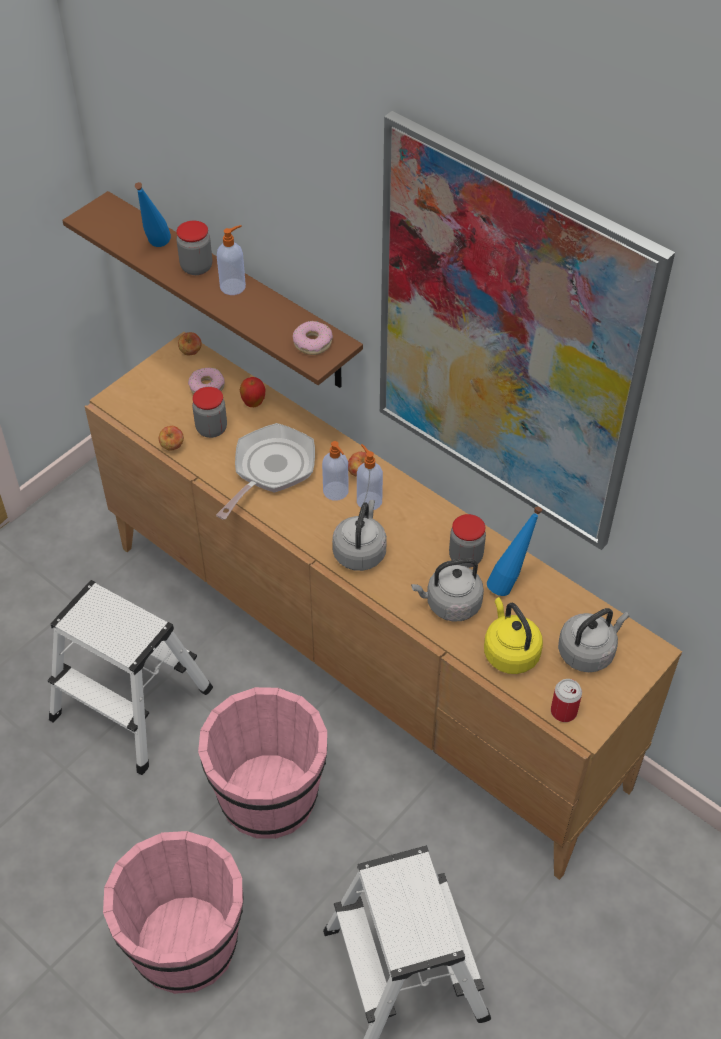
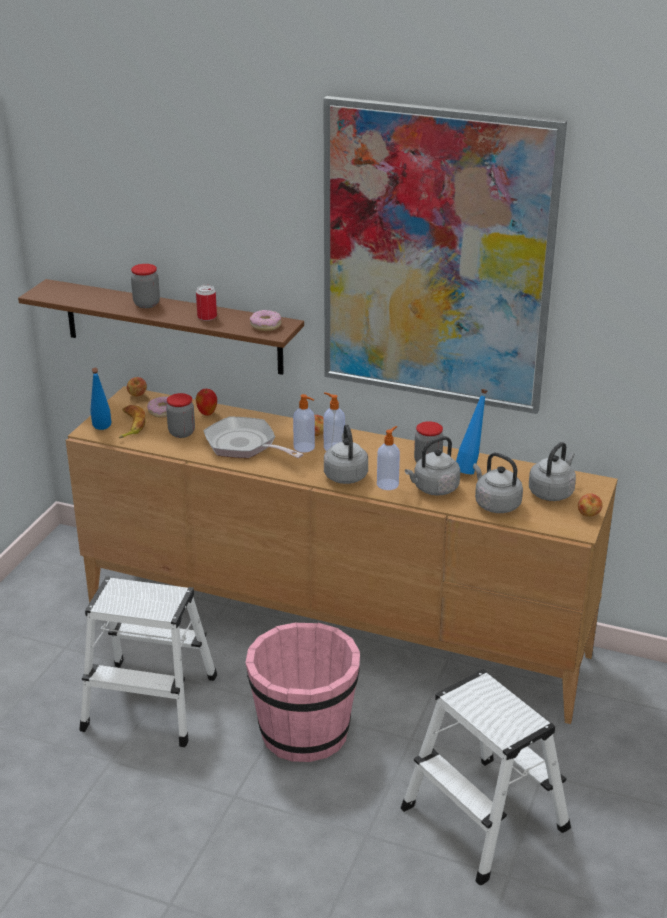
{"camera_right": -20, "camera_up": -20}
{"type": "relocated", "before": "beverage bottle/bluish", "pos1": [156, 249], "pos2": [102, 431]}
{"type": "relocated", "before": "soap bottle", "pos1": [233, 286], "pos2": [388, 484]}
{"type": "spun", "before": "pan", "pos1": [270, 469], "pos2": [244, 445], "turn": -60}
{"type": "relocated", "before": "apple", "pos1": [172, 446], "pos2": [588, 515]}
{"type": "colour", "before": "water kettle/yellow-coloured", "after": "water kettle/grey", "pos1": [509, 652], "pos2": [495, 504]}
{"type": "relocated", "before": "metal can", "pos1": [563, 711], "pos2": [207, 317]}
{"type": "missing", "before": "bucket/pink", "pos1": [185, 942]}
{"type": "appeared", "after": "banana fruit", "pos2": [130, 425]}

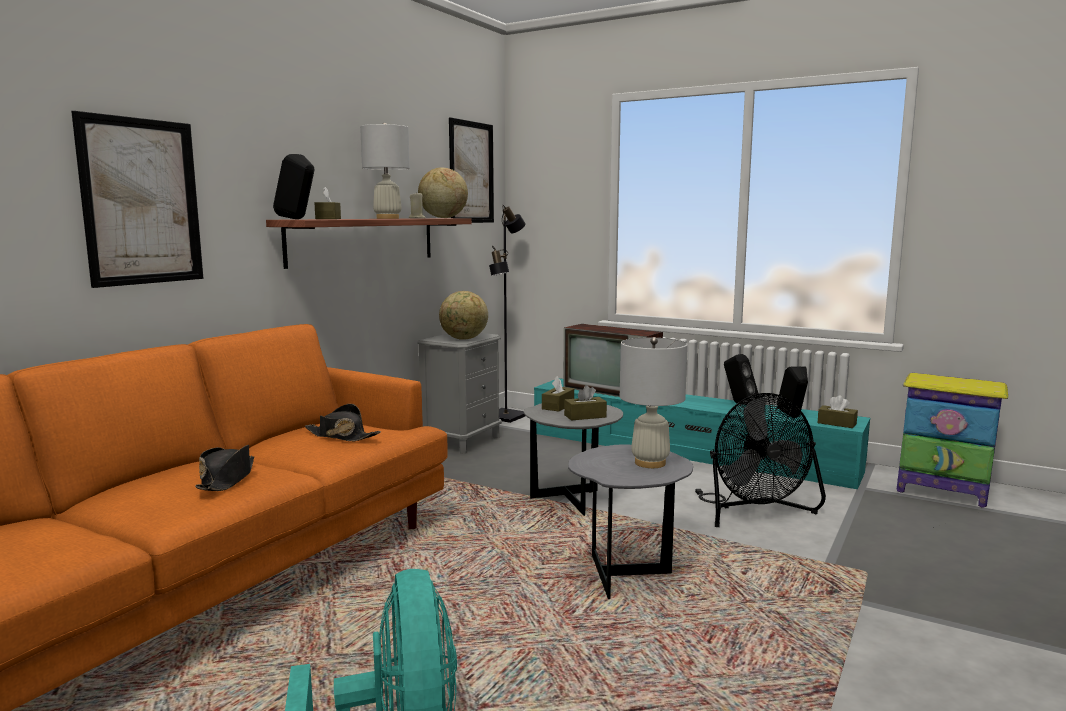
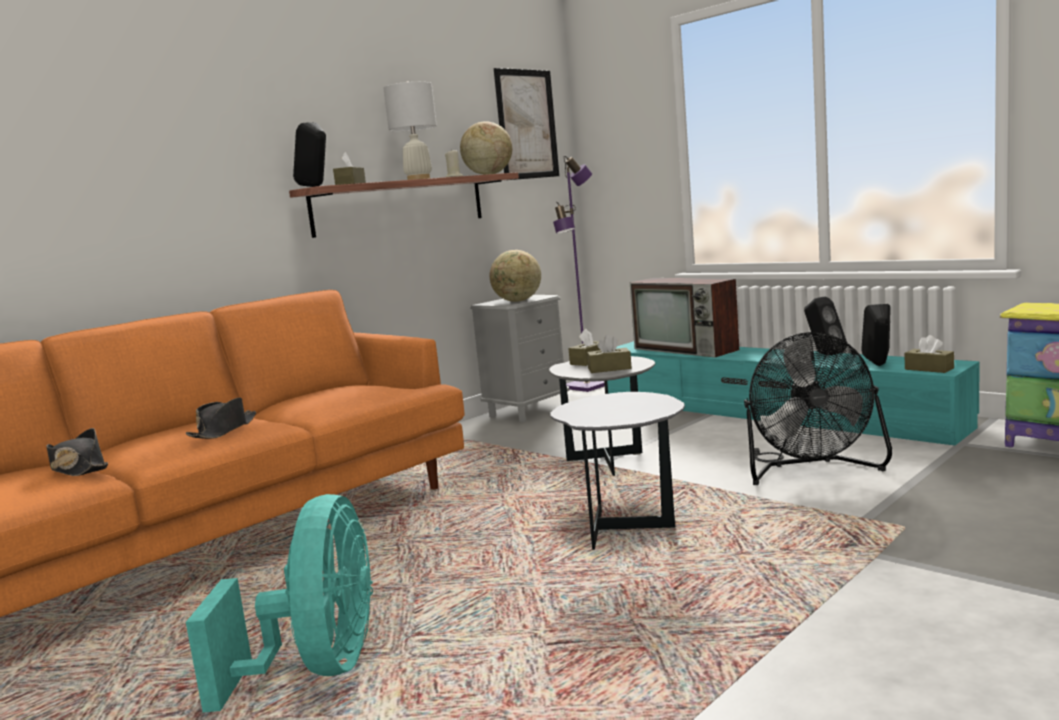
{"camera_right": 15, "camera_up": 0}
{"type": "missing", "before": "wall art", "pos1": [142, 202]}
{"type": "colour", "before": "floor lamp/black-coloured", "after": "floor lamp/purplish", "pos1": [505, 416], "pos2": [586, 386]}
{"type": "missing", "before": "lamp for a table/white", "pos1": [650, 463]}
{"type": "relocated", "before": "hat/black-coloured", "pos1": [341, 436], "pos2": [78, 469]}

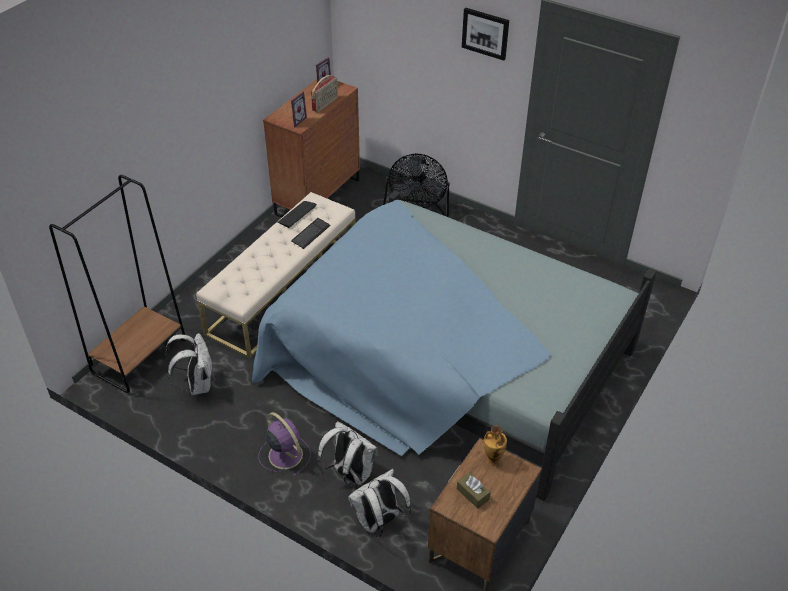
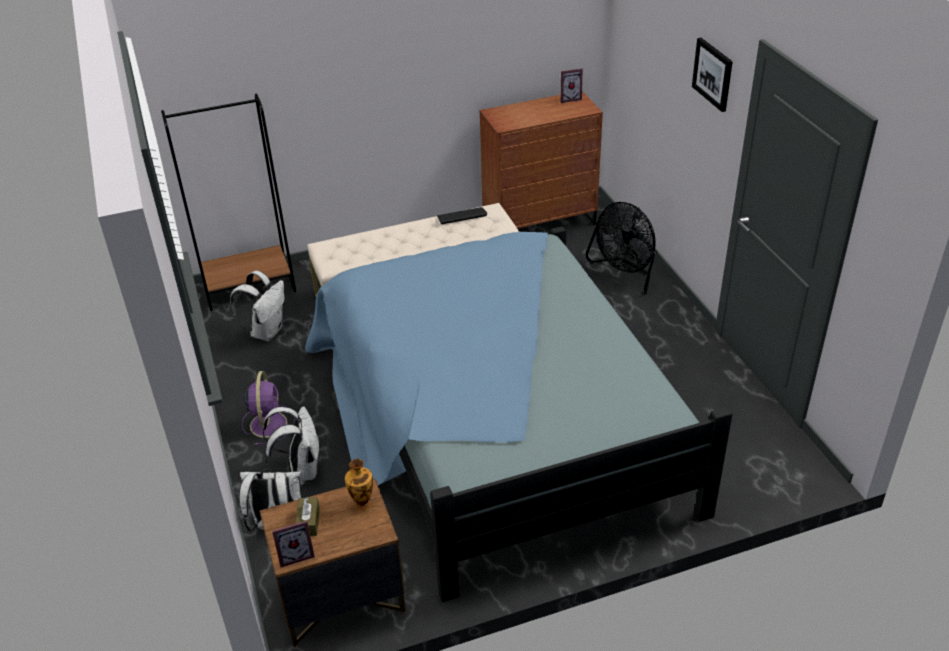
{"camera_right": 40, "camera_up": -5}
{"type": "missing", "before": "radio", "pos1": [325, 104]}
{"type": "relocated", "before": "picture frame", "pos1": [296, 121], "pos2": [295, 554]}
{"type": "missing", "before": "keyboard", "pos1": [311, 234]}

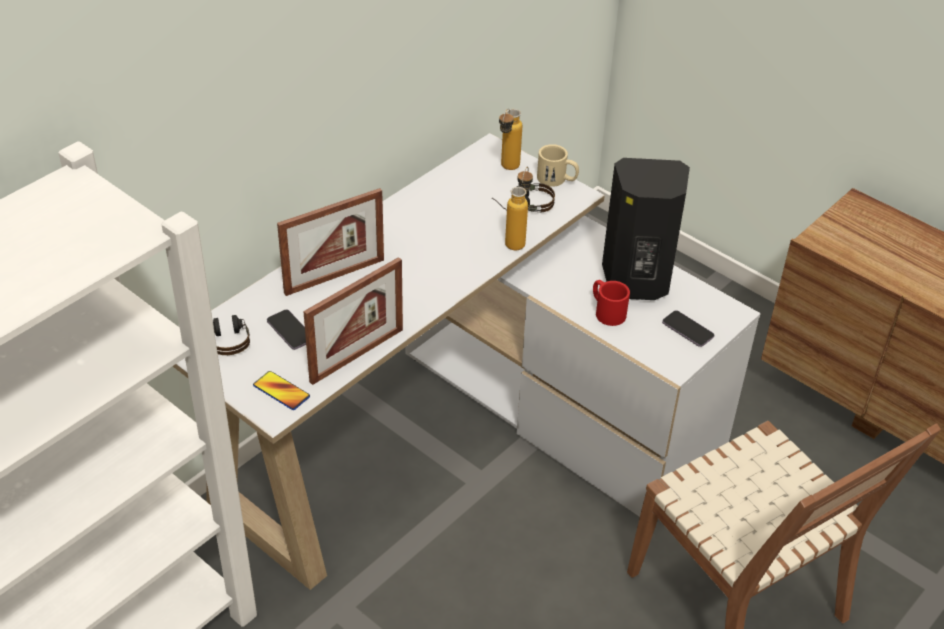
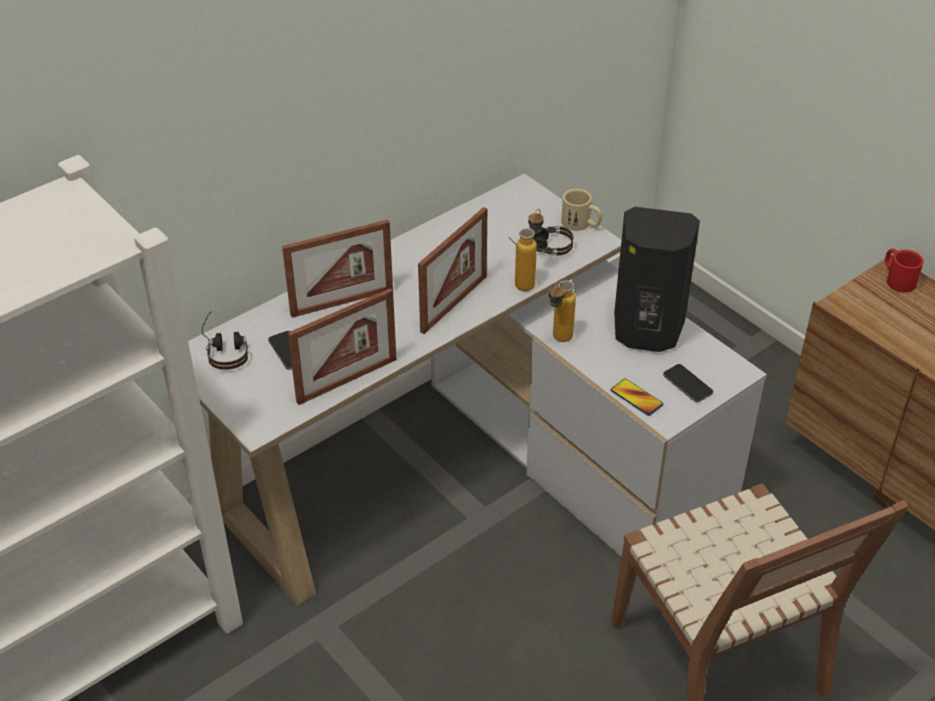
{"camera_right": 10, "camera_up": 0}
{"type": "relocated", "before": "beverage bottle", "pos1": [507, 169], "pos2": [558, 341]}
{"type": "relocated", "before": "tea mug/red-coloured", "pos1": [606, 311], "pos2": [897, 279]}
{"type": "relocated", "before": "phone", "pos1": [281, 391], "pos2": [636, 398]}
{"type": "appeared", "after": "picture frame", "pos2": [454, 304]}

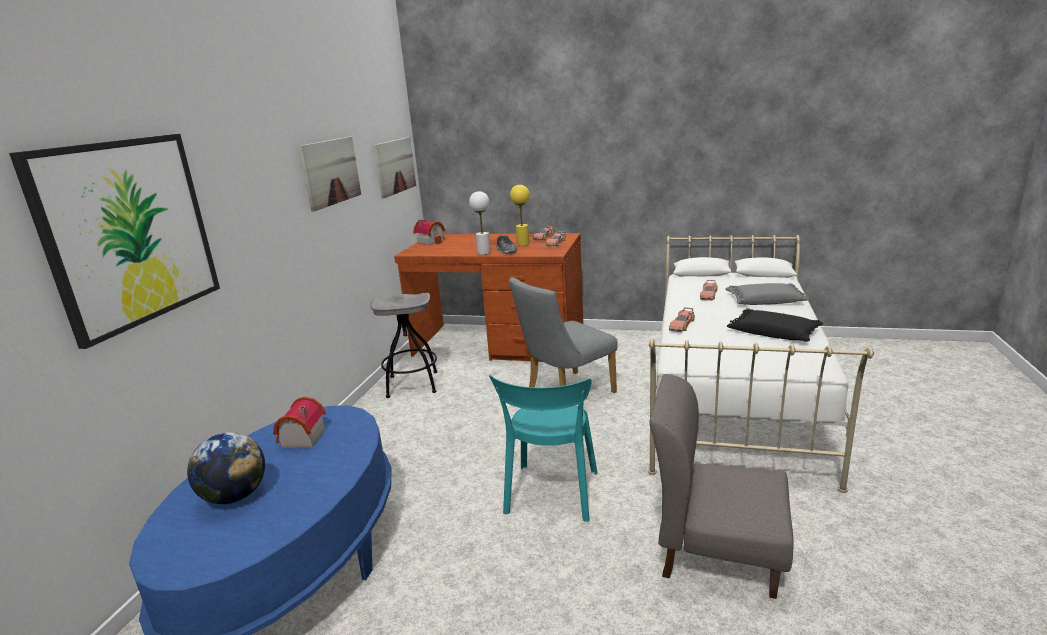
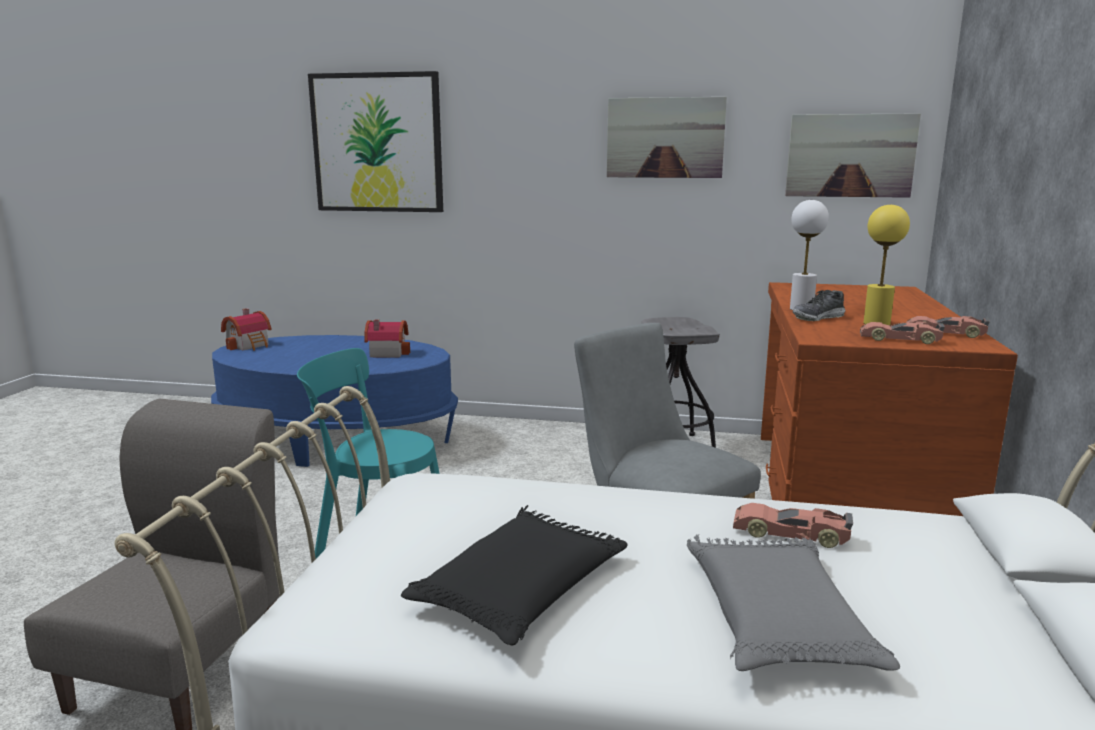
{"camera_right": 85, "camera_up": -5}
{"type": "relocated", "before": "toy house", "pos1": [431, 241], "pos2": [250, 345]}
{"type": "missing", "before": "model car", "pos1": [682, 325]}
{"type": "missing", "before": "world globe", "pos1": [235, 496]}

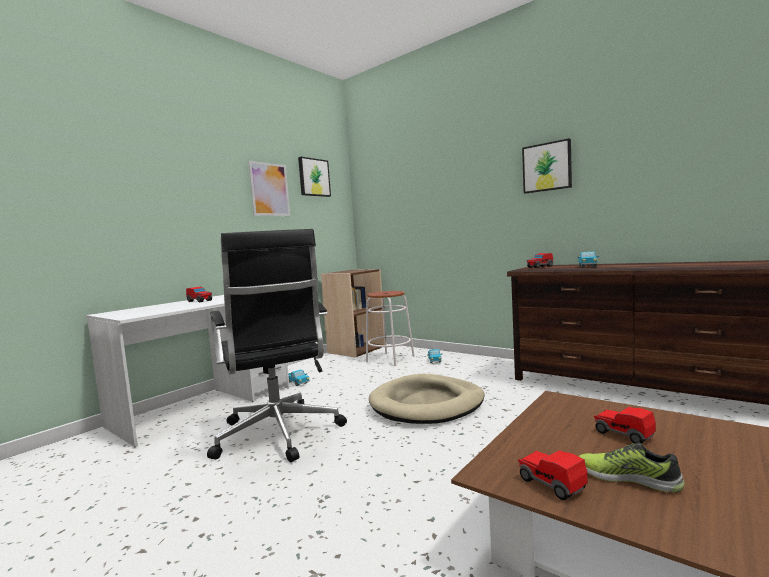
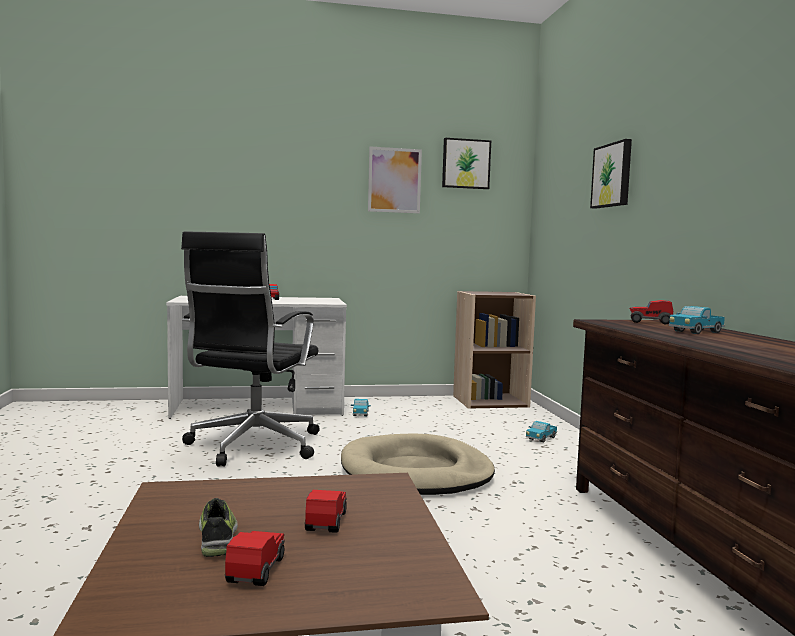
{"camera_right": 40, "camera_up": 0}
{"type": "relocated", "before": "wall art", "pos1": [547, 167], "pos2": [613, 175]}
{"type": "missing", "before": "sitting stool/white", "pos1": [390, 359]}
{"type": "relocated", "before": "model car", "pos1": [551, 484], "pos2": [256, 570]}

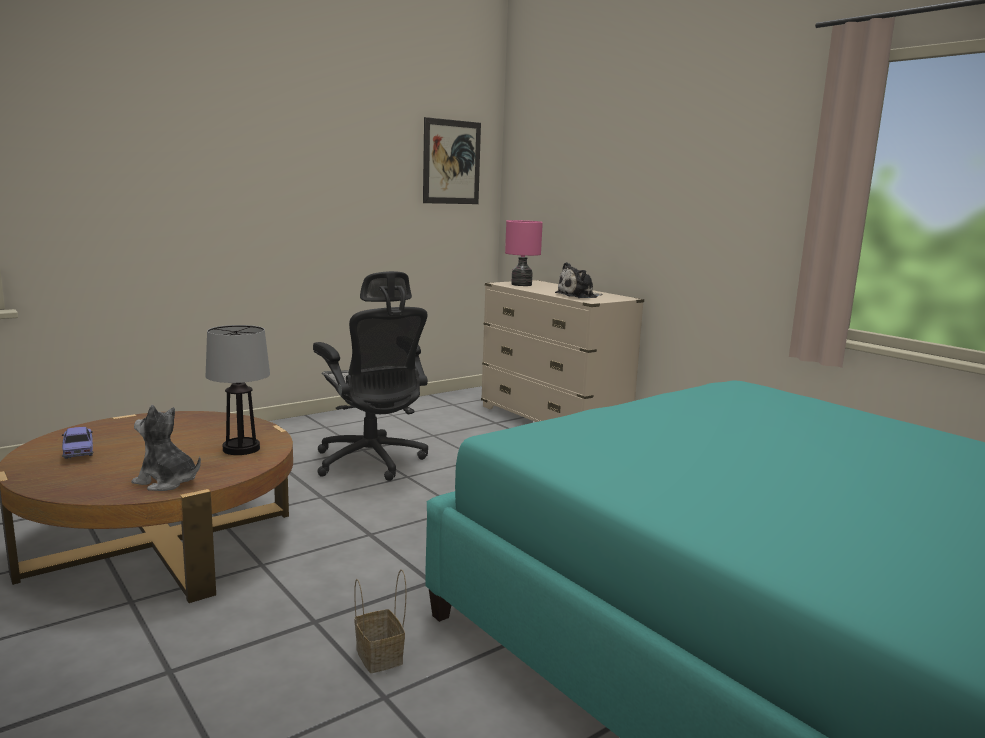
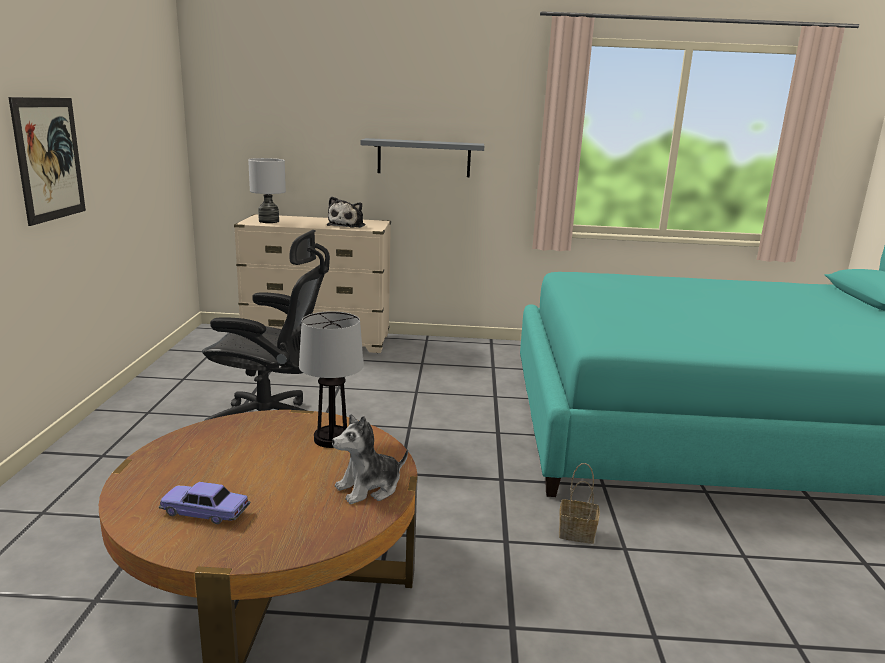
{"camera_right": -50, "camera_up": 5}
{"type": "relocated", "before": "wall art", "pos1": [451, 162], "pos2": [49, 159]}
{"type": "colour", "before": "lamp for a table/pink", "after": "lamp for a table/grey", "pos1": [521, 285], "pos2": [269, 221]}
{"type": "appeared", "after": "wall shelf/grey", "pos2": [424, 158]}

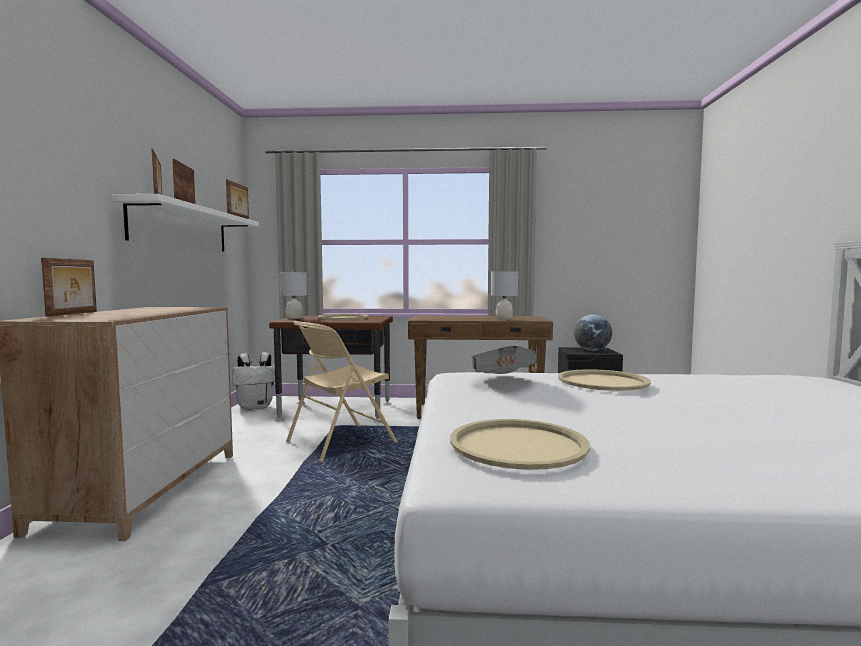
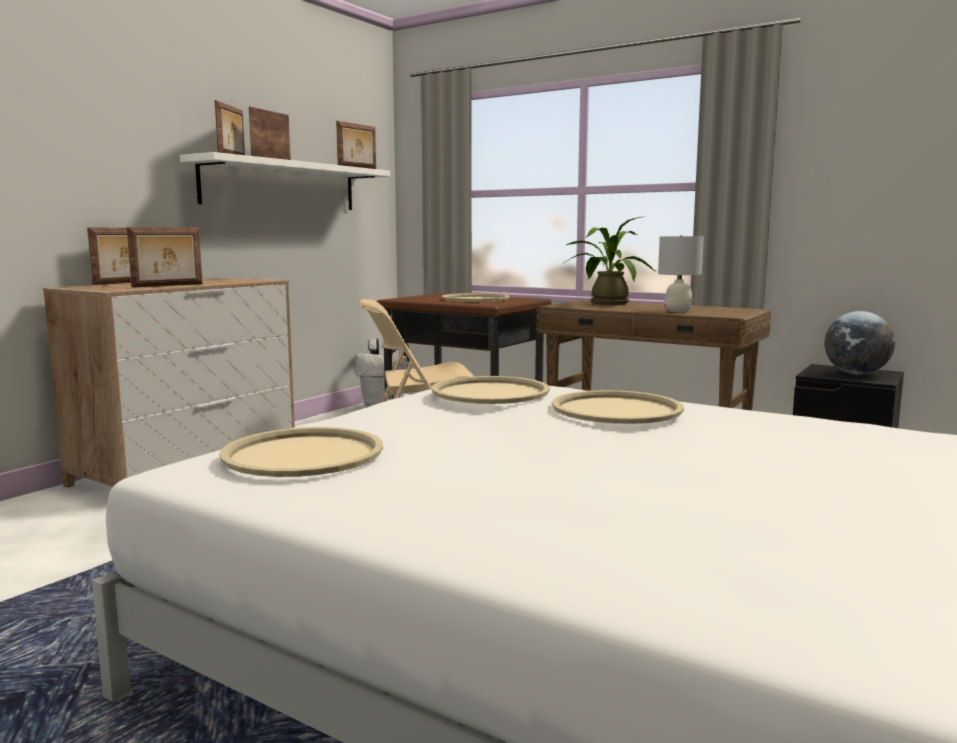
{"camera_right": 30, "camera_up": 5}
{"type": "missing", "before": "lamp for a table/grey", "pos1": [295, 318]}
{"type": "exchanged", "before": "newspaper", "after": "tray/sand-coloured", "pos1": [503, 380], "pos2": [490, 392]}
{"type": "appeared", "after": "potted plant", "pos2": [605, 303]}
{"type": "appeared", "after": "picture frame", "pos2": [168, 285]}

